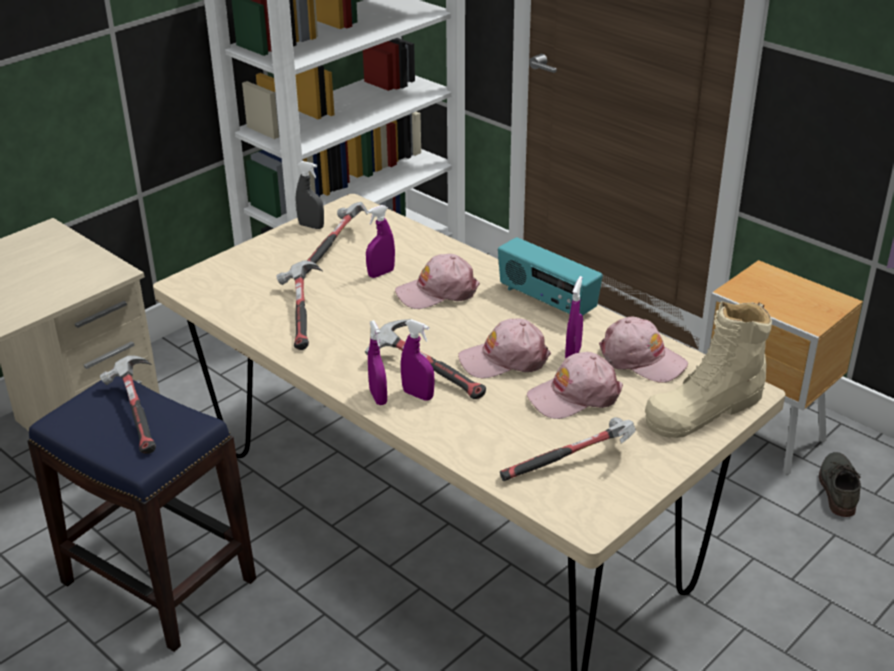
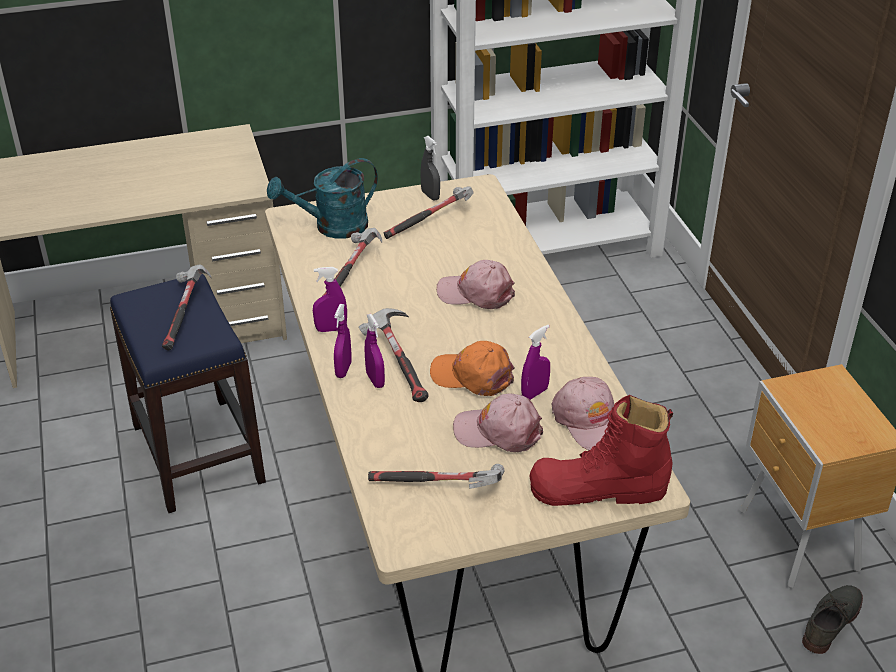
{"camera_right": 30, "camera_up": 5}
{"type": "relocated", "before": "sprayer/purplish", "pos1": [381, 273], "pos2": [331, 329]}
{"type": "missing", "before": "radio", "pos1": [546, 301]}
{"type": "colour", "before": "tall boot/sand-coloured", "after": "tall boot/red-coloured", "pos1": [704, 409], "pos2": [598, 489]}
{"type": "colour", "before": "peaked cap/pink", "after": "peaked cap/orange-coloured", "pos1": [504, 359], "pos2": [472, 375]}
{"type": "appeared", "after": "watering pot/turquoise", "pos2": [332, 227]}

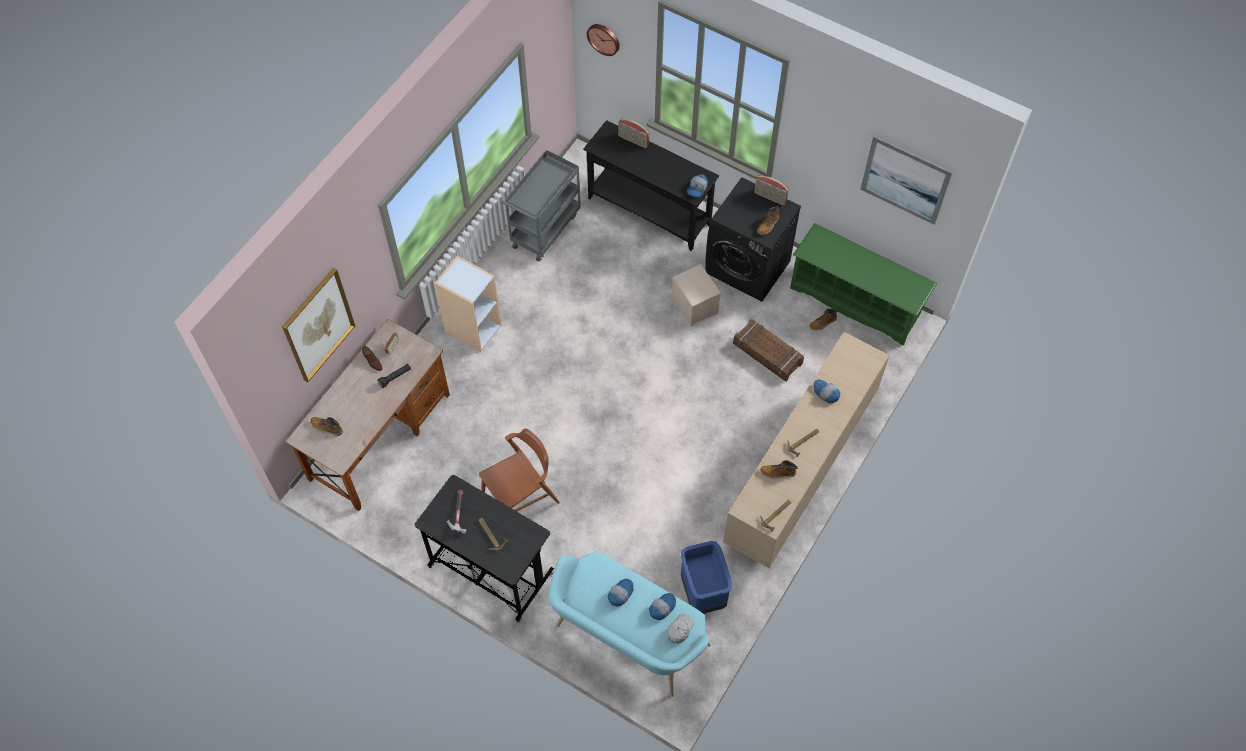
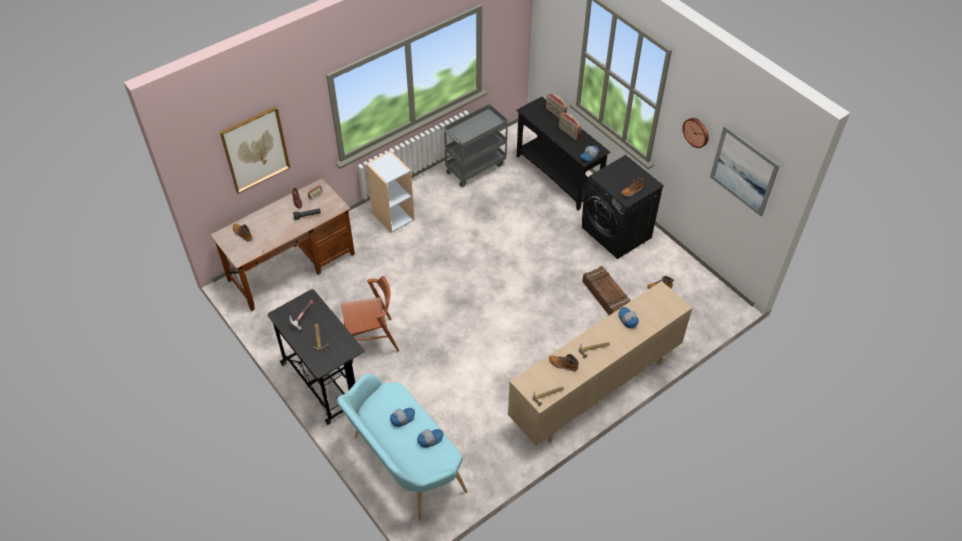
{"camera_right": 20, "camera_up": -10}
{"type": "relocated", "before": "hanging clock", "pos1": [604, 38], "pos2": [696, 132]}
{"type": "relocated", "before": "radio", "pos1": [770, 197], "pos2": [568, 133]}
{"type": "missing", "before": "shoe stand/greenish", "pos1": [855, 301]}
{"type": "missing", "before": "storage bin/sand-coloured", "pos1": [694, 305]}
{"type": "missing", "before": "waste bin/bluish", "pos1": [703, 592]}
{"type": "missing", "before": "peaked cap/white", "pos1": [679, 630]}

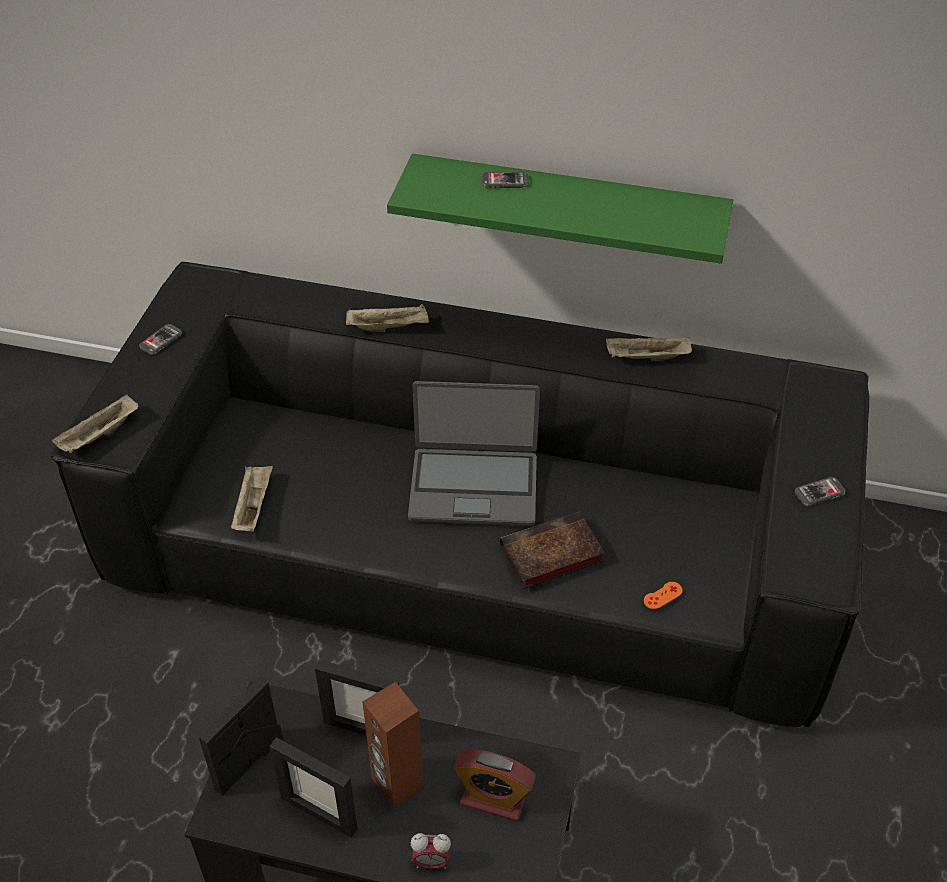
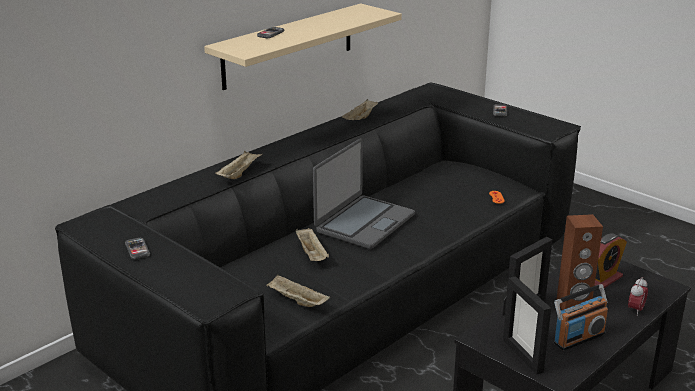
{"camera_right": -60, "camera_up": -20}
{"type": "colour", "before": "wall shelf/greenish", "after": "wall shelf/sand-coloured", "pos1": [567, 205], "pos2": [288, 46]}
{"type": "relocated", "before": "tray/sand-coloured", "pos1": [99, 436], "pos2": [312, 254]}
{"type": "missing", "before": "volume", "pos1": [549, 555]}
{"type": "exchanged", "before": "picture frame", "after": "radio", "pos1": [320, 812], "pos2": [578, 338]}

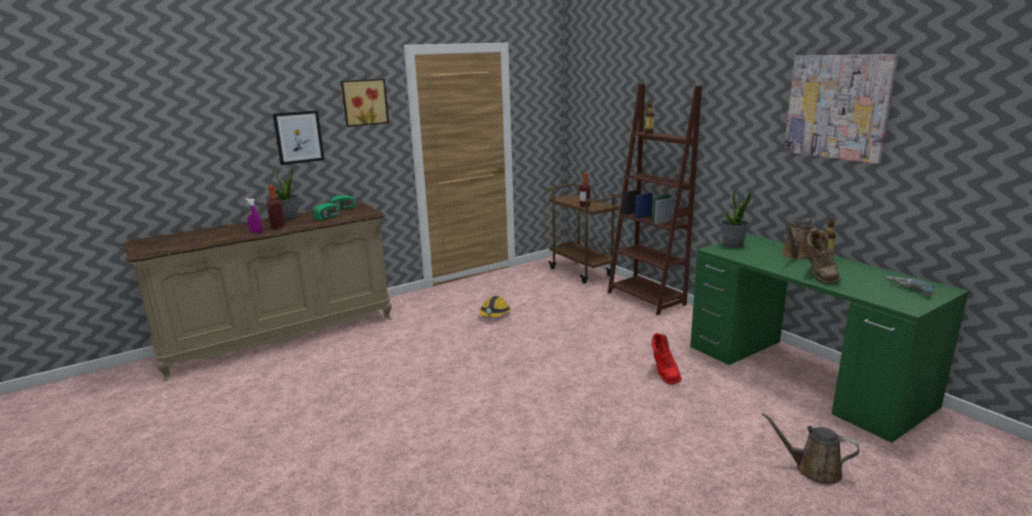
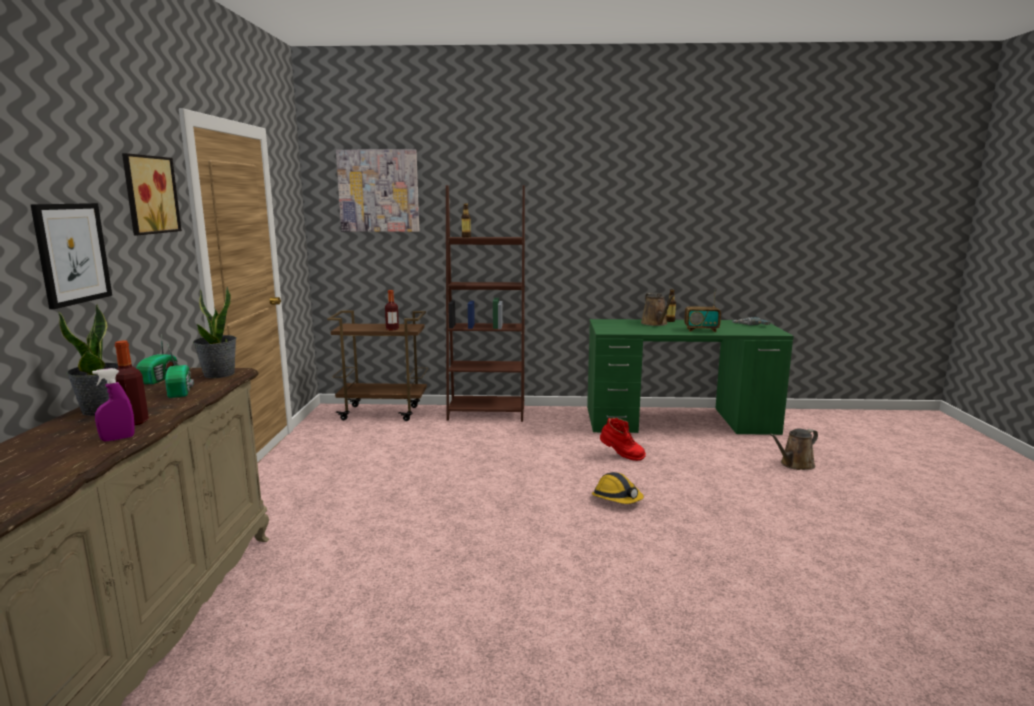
{"camera_right": -55, "camera_up": -5}
{"type": "relocated", "before": "wall art", "pos1": [837, 107], "pos2": [378, 191]}
{"type": "relocated", "before": "potted plant", "pos1": [732, 245], "pos2": [219, 374]}
{"type": "exchanged", "before": "tall boot/brown", "after": "radio", "pos1": [820, 276], "pos2": [701, 330]}
{"type": "relocated", "before": "work helmet", "pos1": [495, 314], "pos2": [617, 498]}

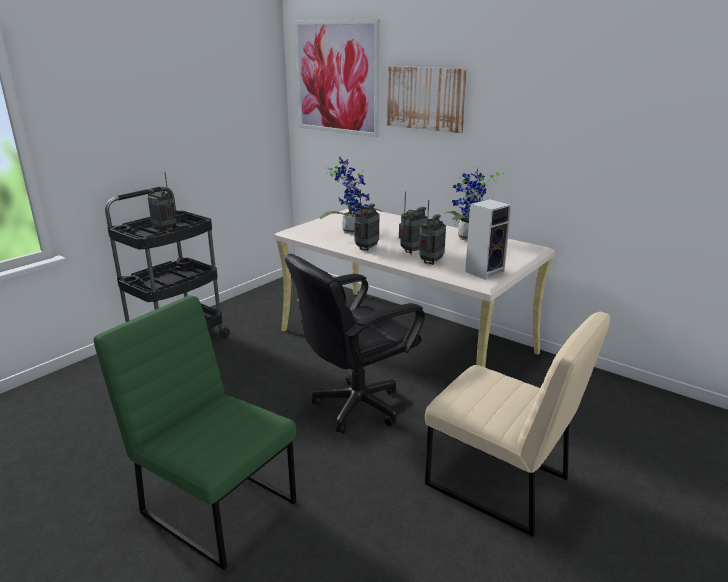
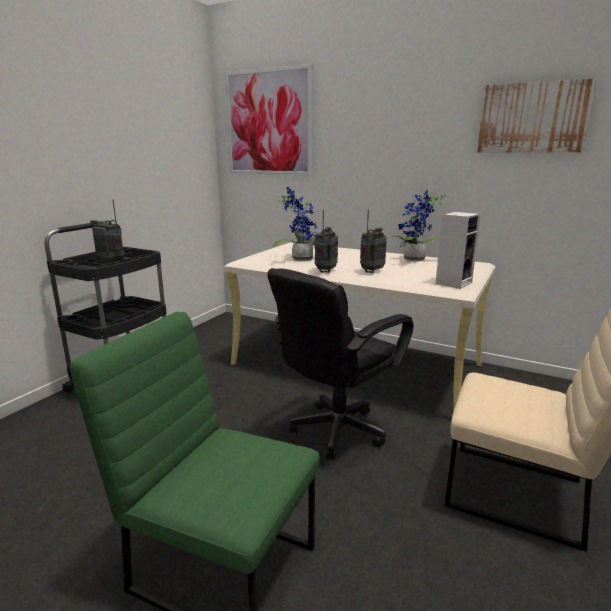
{"camera_right": -10, "camera_up": -5}
{"type": "relocated", "before": "wall art", "pos1": [426, 98], "pos2": [533, 118]}
{"type": "missing", "before": "radio", "pos1": [431, 262]}

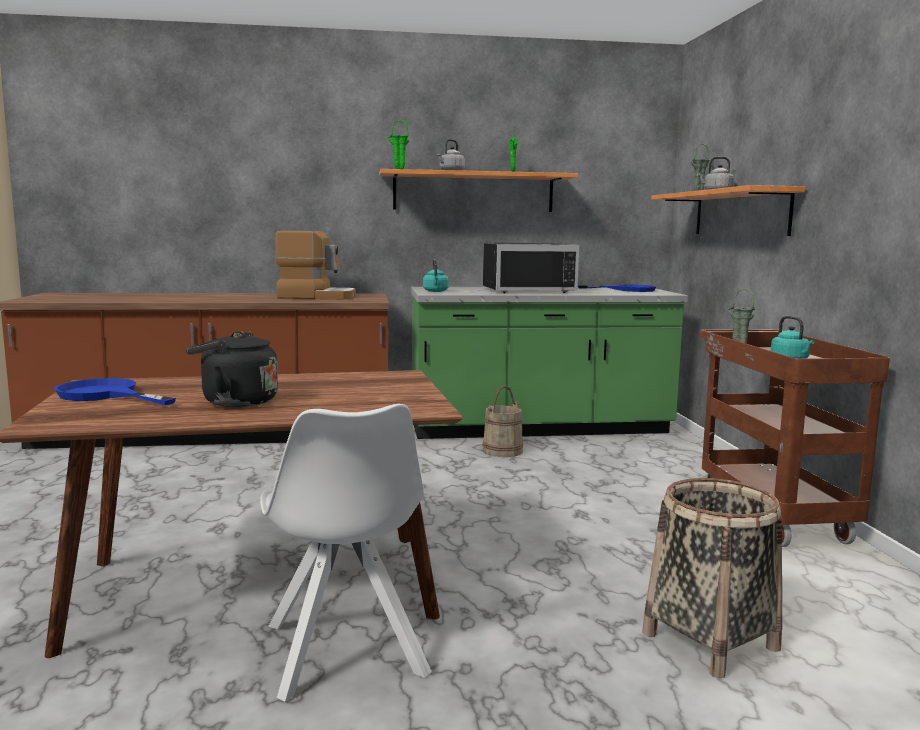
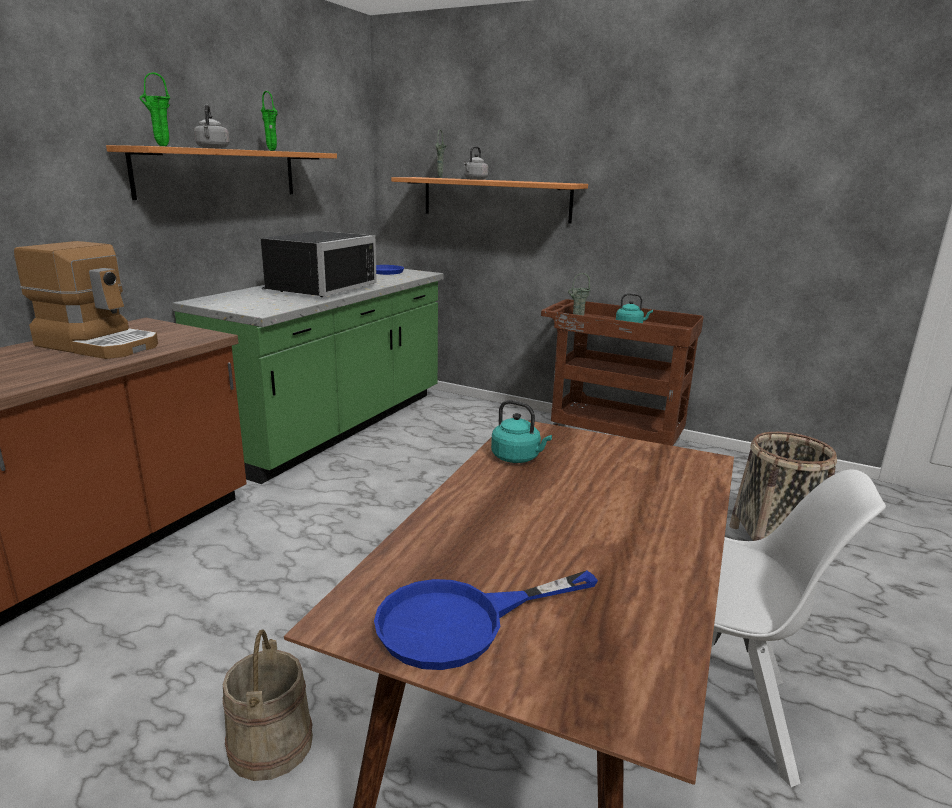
{"camera_right": -55, "camera_up": 10}
{"type": "spun", "before": "coffee machine", "pos1": [316, 297], "pos2": [100, 345], "turn": 75}
{"type": "relocated", "before": "water kettle/turquoise", "pos1": [435, 291], "pos2": [518, 458]}
{"type": "missing", "before": "water kettle/black-coloured", "pos1": [235, 402]}
{"type": "relocated", "before": "bucket/sand-coloured", "pos1": [502, 451], "pos2": [270, 744]}

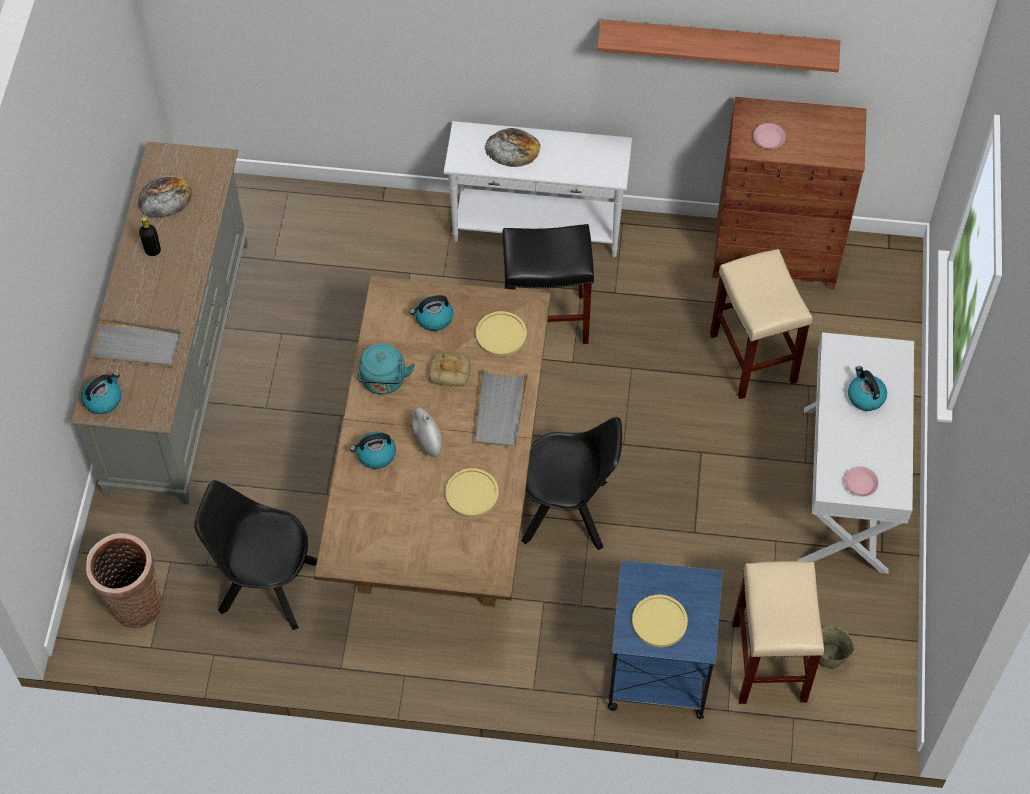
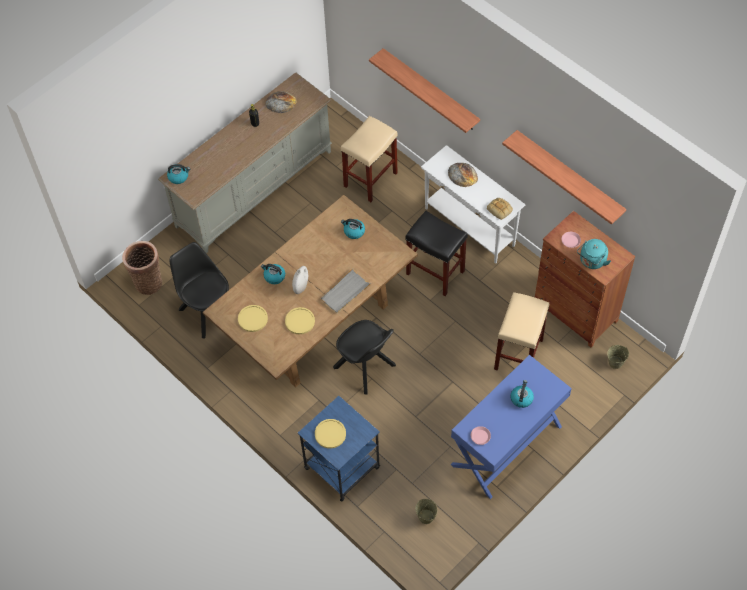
{"camera_right": 40, "camera_up": 0}
{"type": "relocated", "before": "flat dish/yellow-coloured", "pos1": [501, 334], "pos2": [252, 319]}
{"type": "missing", "before": "tray/grey", "pos1": [137, 346]}
{"type": "colour", "before": "console table/white", "after": "console table/bluish", "pos1": [846, 489], "pos2": [507, 446]}
{"type": "relocated", "before": "water kettle/turquoise", "pos1": [383, 382], "pos2": [591, 261]}
{"type": "relocated", "before": "bread", "pos1": [450, 371], "pos2": [500, 209]}
{"type": "relocated", "before": "sitting stool/sand-coloured", "pos1": [768, 660], "pos2": [370, 179]}
{"type": "appeared", "after": "wall shelf", "pos2": [430, 90]}
{"type": "appeared", "after": "bucket/sand-coloured", "pos2": [616, 362]}

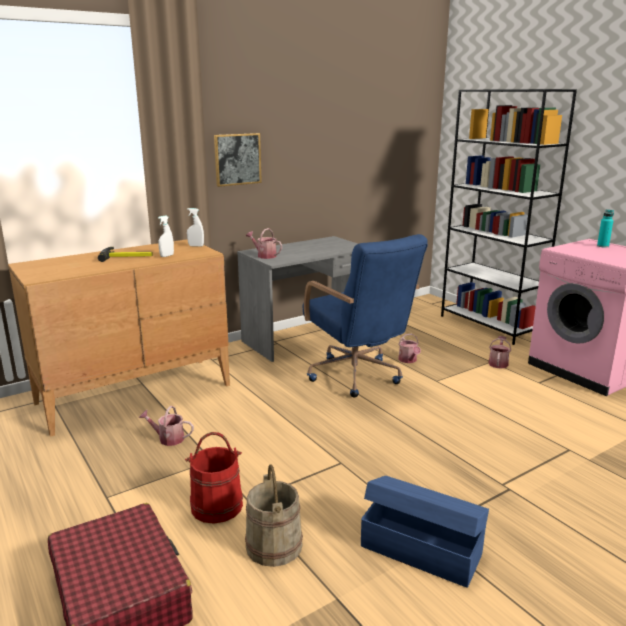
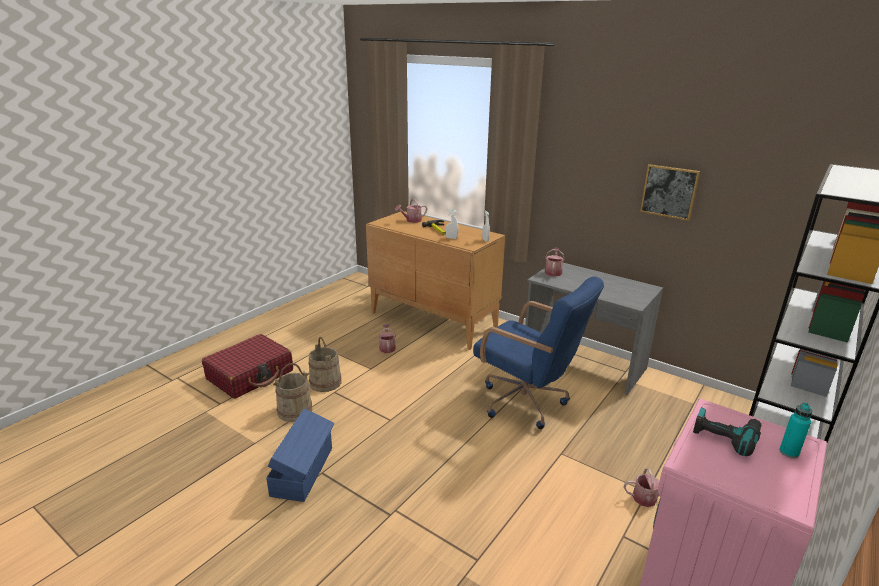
{"camera_right": 70, "camera_up": 5}
{"type": "relocated", "before": "wall art", "pos1": [237, 159], "pos2": [669, 191]}
{"type": "spun", "before": "desk chair/bluish", "pos1": [357, 378], "pos2": [527, 405], "turn": -90}
{"type": "relocated", "before": "watering pot", "pos1": [408, 360], "pos2": [411, 220]}
{"type": "colour", "before": "bucket/red-coloured", "after": "bucket/sand-coloured", "pos1": [217, 505], "pos2": [326, 382]}
{"type": "appeared", "after": "electric drill", "pos2": [725, 435]}

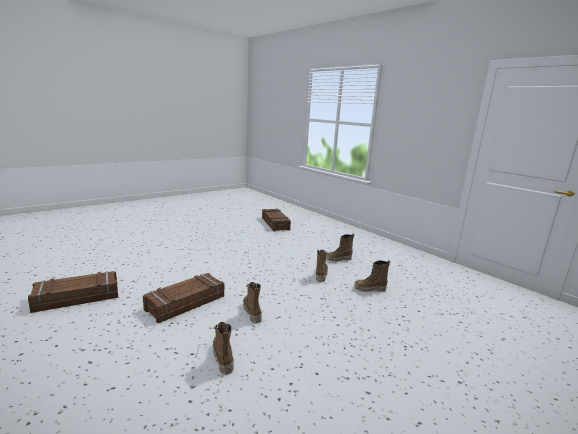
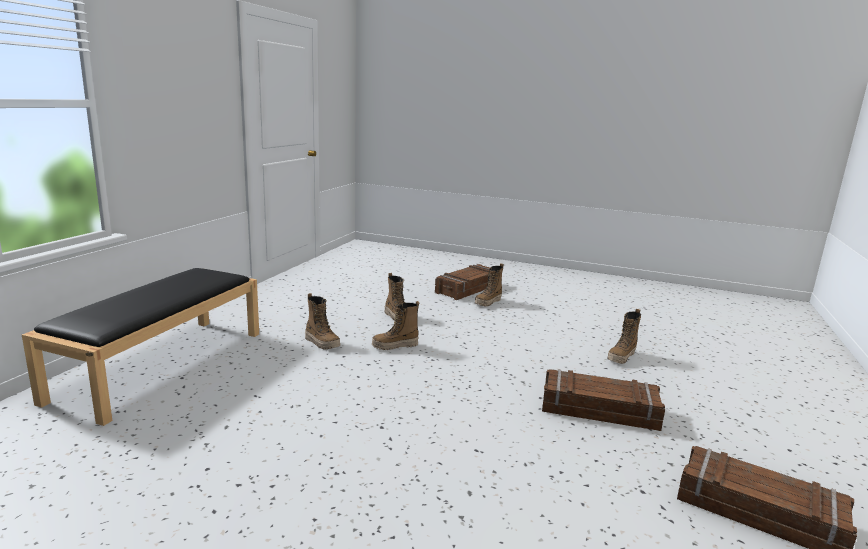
{"camera_right": -120, "camera_up": 0}
{"type": "relocated", "before": "crate", "pos1": [275, 224], "pos2": [468, 289]}
{"type": "relocated", "before": "tall boot", "pos1": [252, 312], "pos2": [488, 302]}
{"type": "appeared", "after": "long seat/black-coloured", "pos2": [163, 364]}

